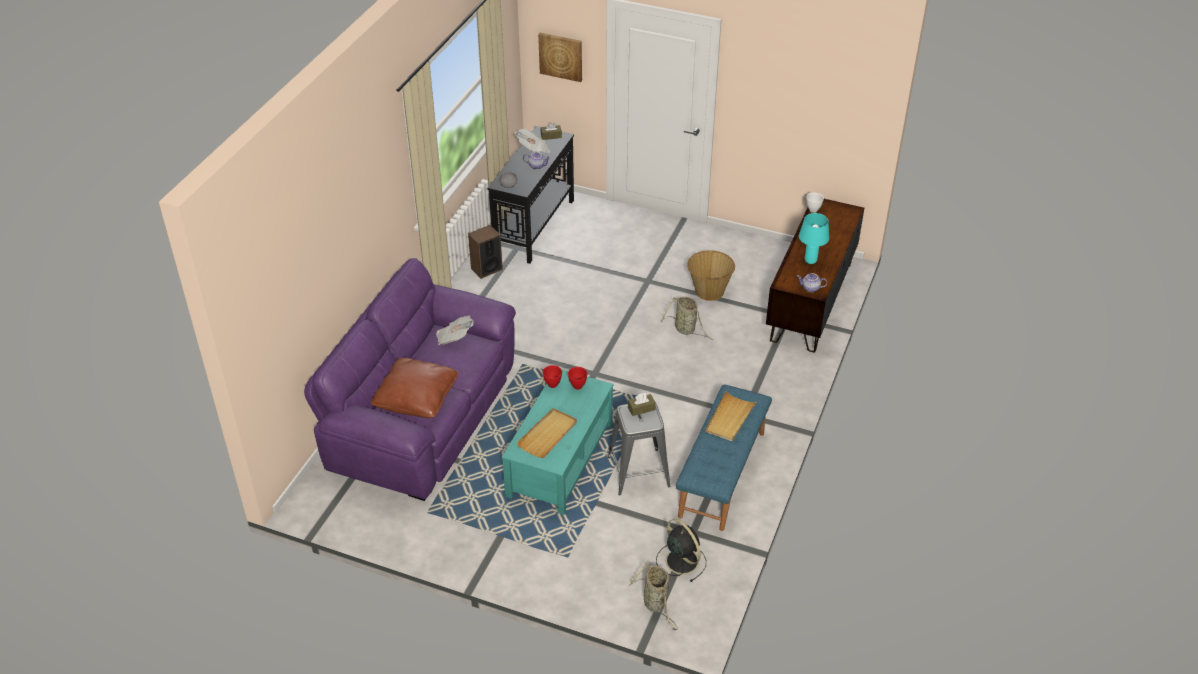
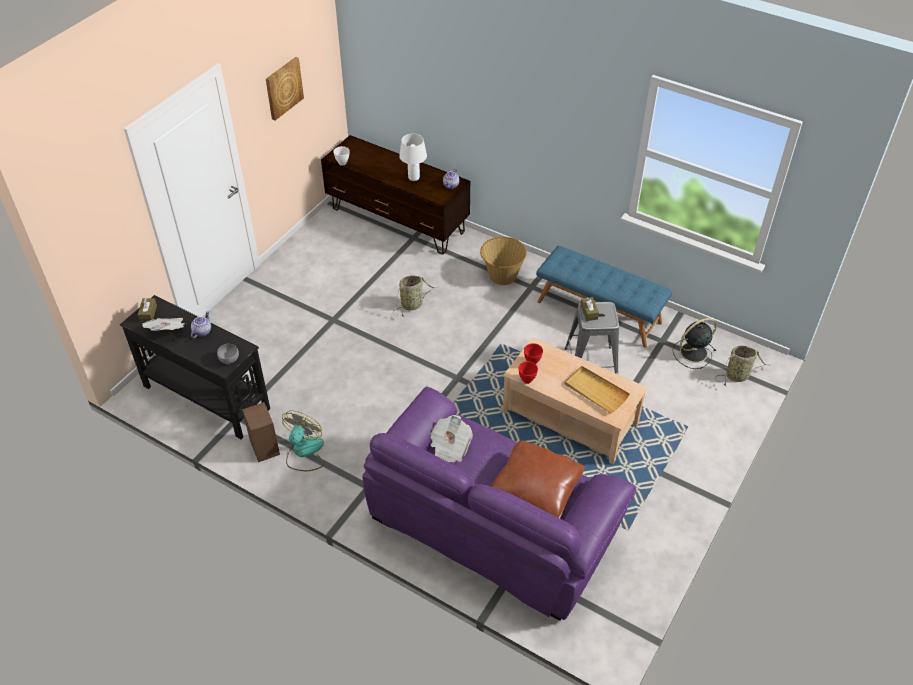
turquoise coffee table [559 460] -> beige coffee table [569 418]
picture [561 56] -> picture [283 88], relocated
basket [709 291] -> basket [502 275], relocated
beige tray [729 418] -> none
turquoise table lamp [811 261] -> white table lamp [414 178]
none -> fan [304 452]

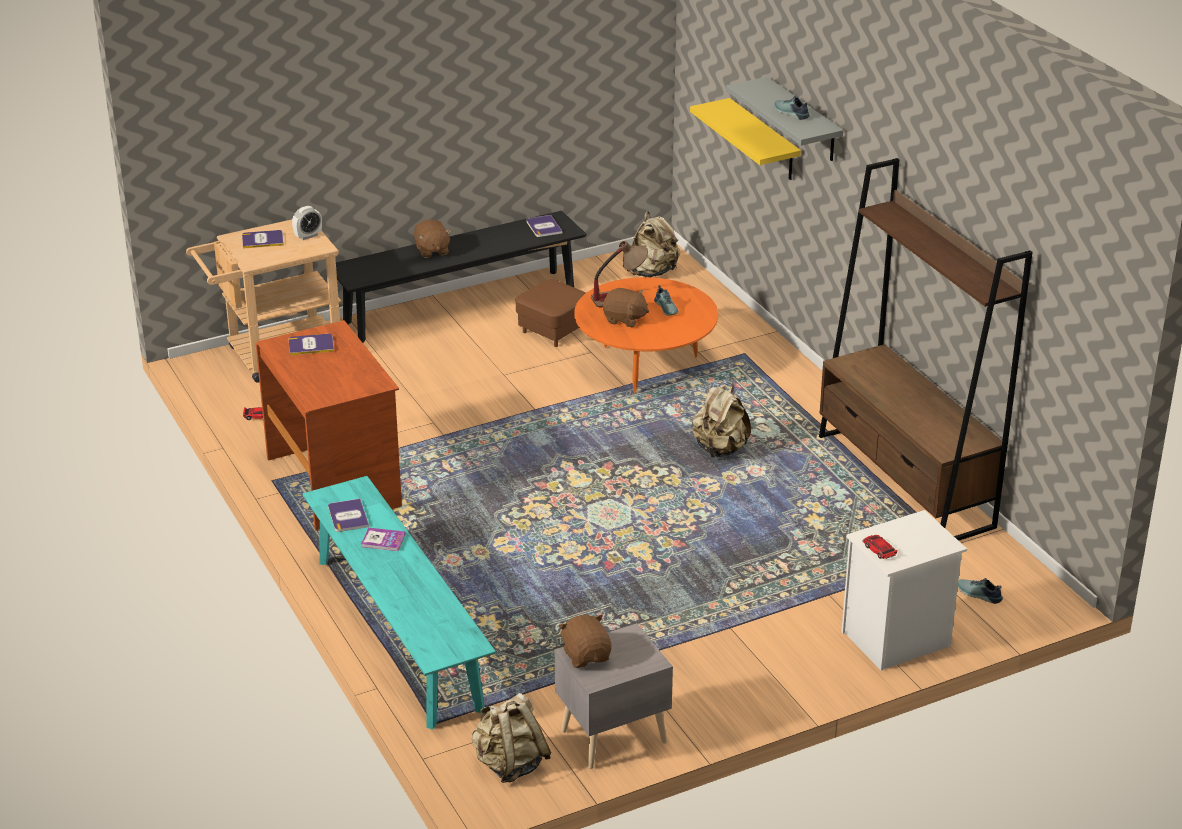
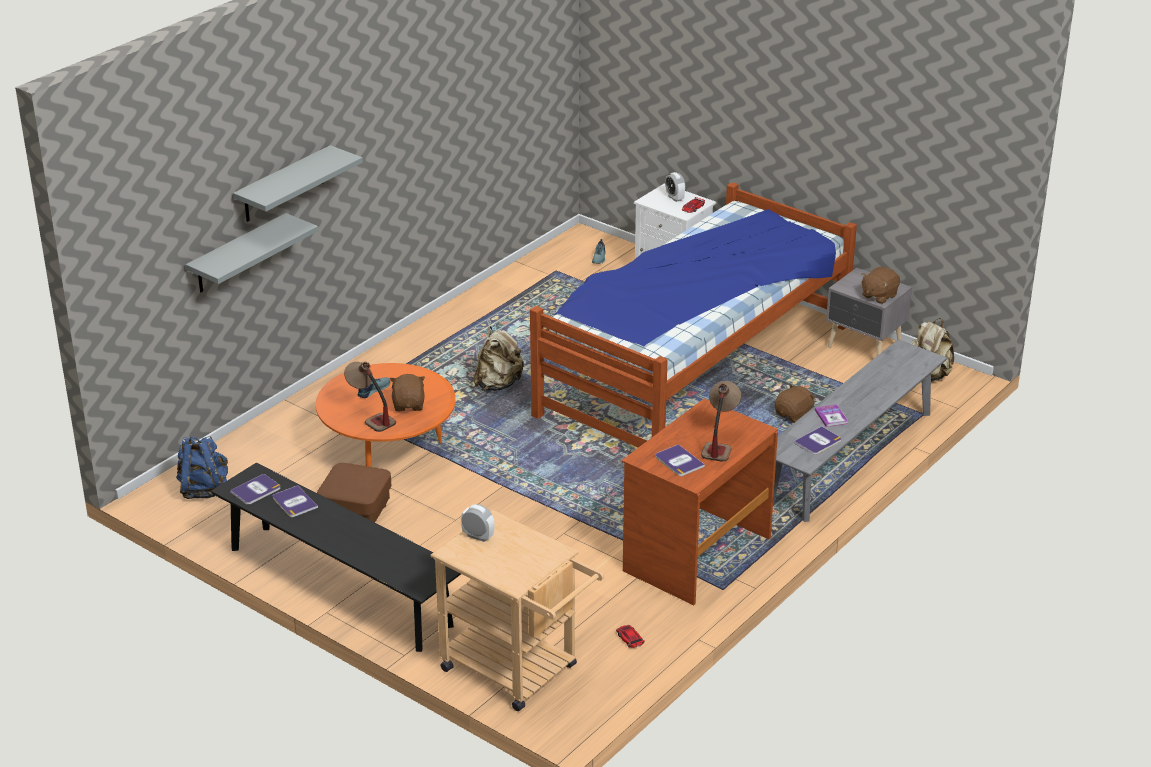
book [262 240] -> book [294 502], relocated
turquoise bench [397 633] -> grey bench [851 458]
brown plush toy [432 251] -> brown plush toy [794 415], relocated
beige backpack [652 272] -> blue backpack [204 490]
yellow shelf [763 140] -> grey shelf [238 254]
shoe [790 113] -> none
brown bookcase [905 481] -> none
none -> bed [693 369]
none -> alarm clock [674 198]
none -> table lamp [719 444]

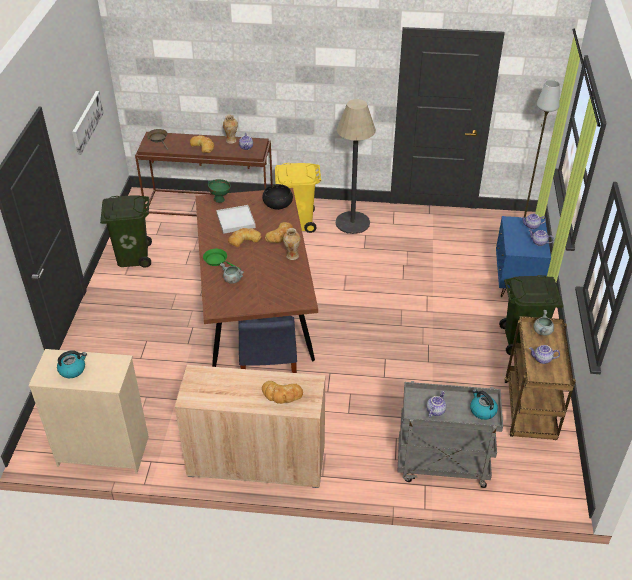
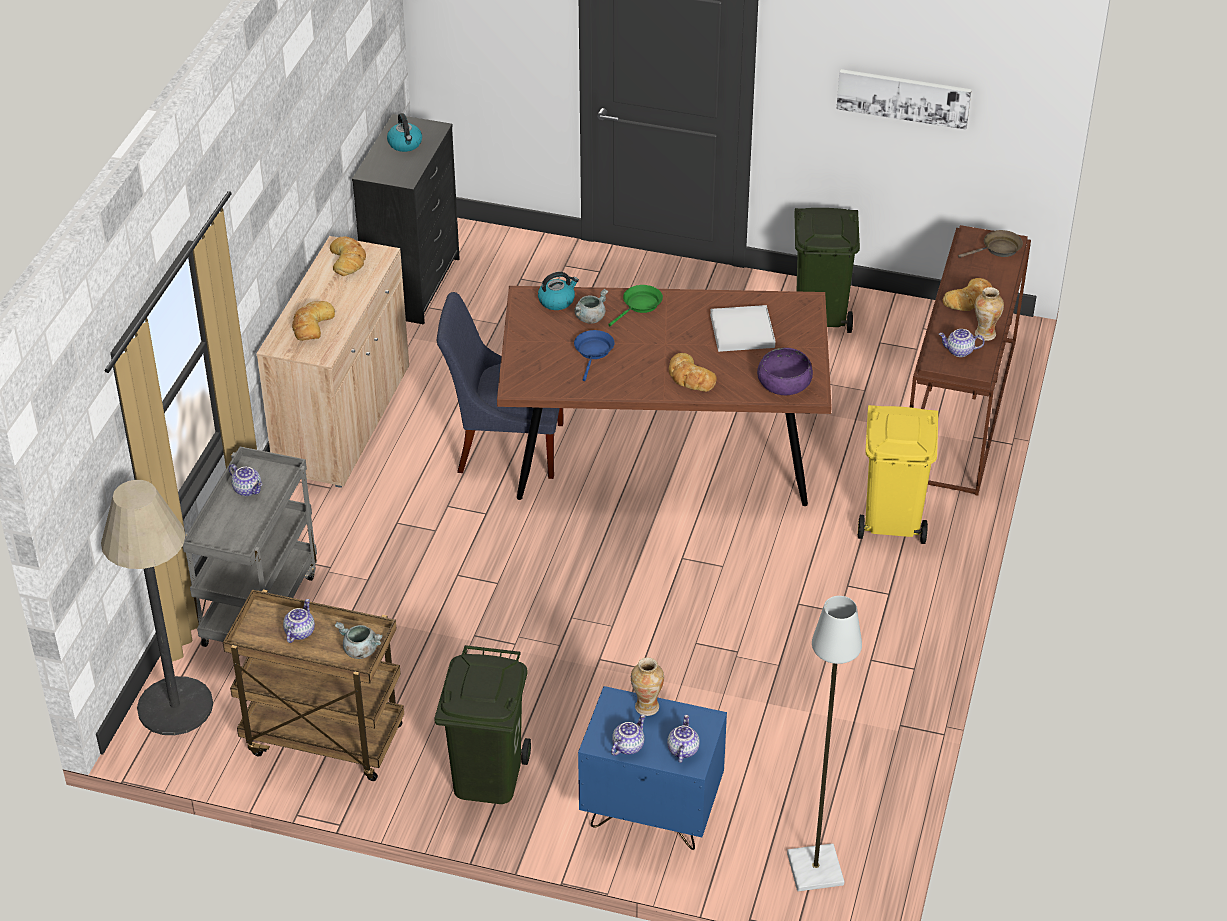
beige dresser [103 450] -> black dresser [413 286]
green bowl [220 199] -> none
bread [244 239] -> bread [348 259], relocated
black bowl [278 203] -> purple bowl [784 383]
vase [292 256] -> vase [647 706], relocated
floor lamp [352 223] -> floor lamp [175 706], relocated
kettle [482 410] -> kettle [557 301], relocated
none -> blue frying pan [593 352]

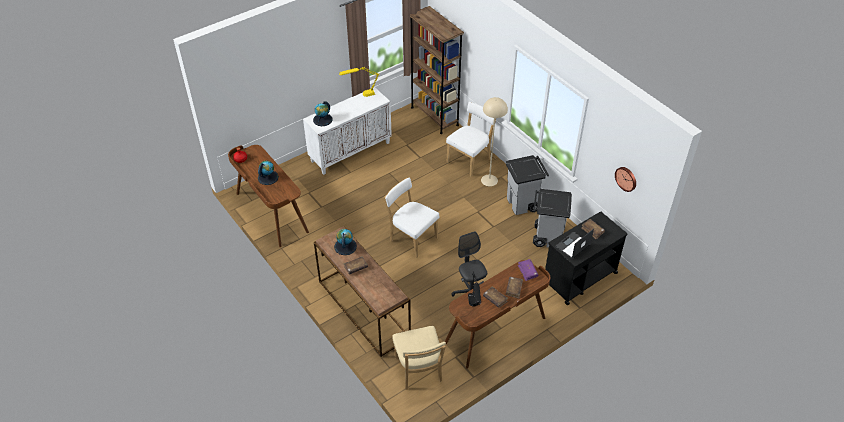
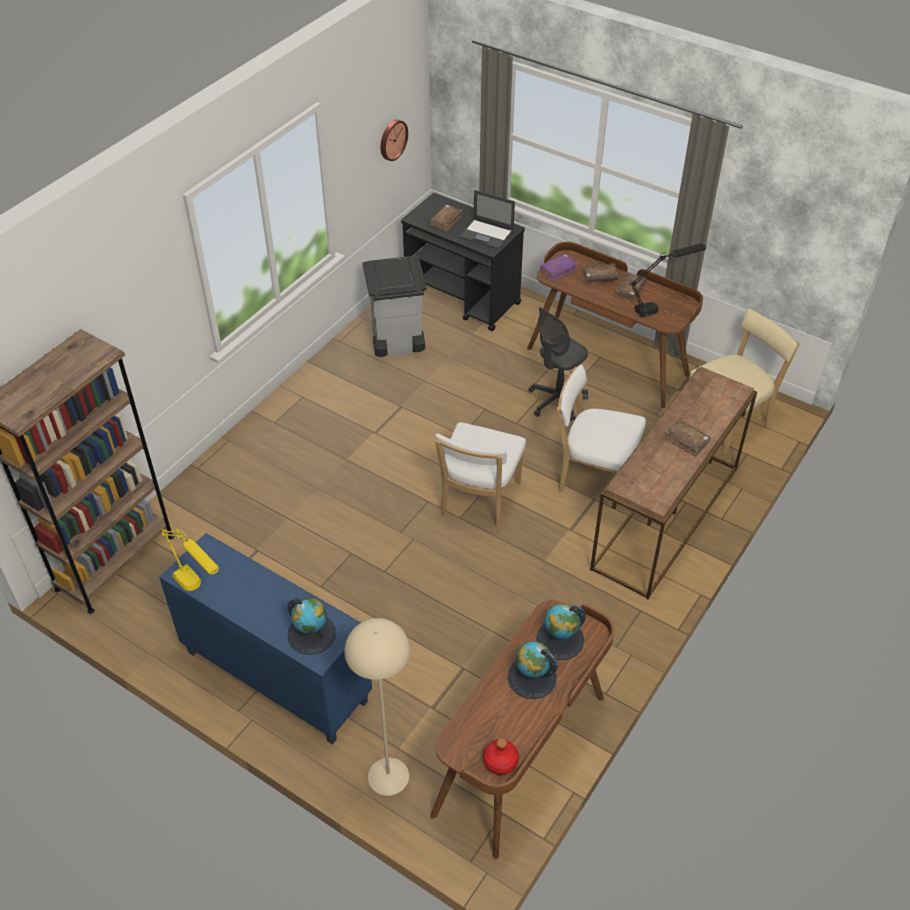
white cabinet [350 151] -> blue cabinet [275 677]
globe [345 246] -> globe [560 639], relocated
white chair [470 160] -> white chair [593 477], relocated
beige floor lamp [489 180] -> beige floor lamp [388 776], relocated
grey trash can [523 204] -> none

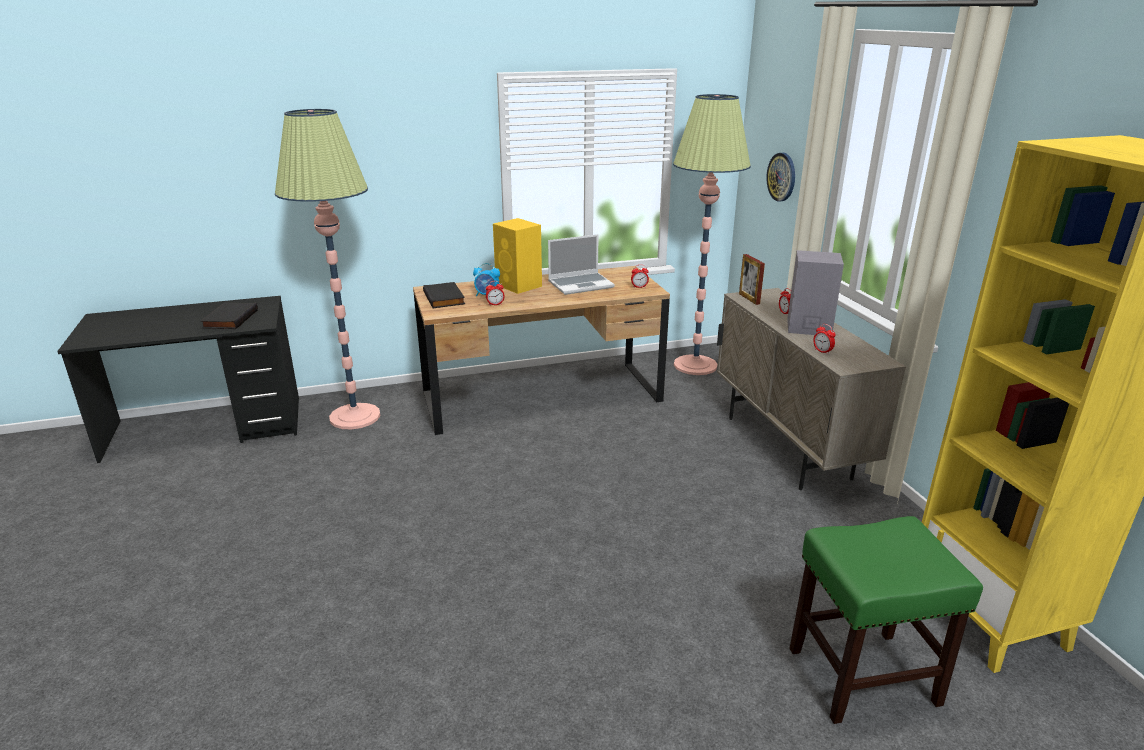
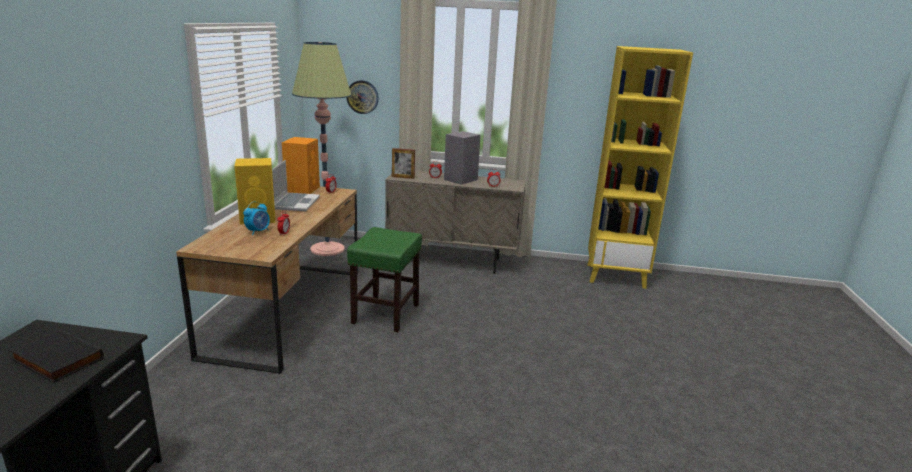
floor lamp [355 417] -> none
black book [445 298] -> none
green stool [861 676] -> green stool [385 314], relocated
none -> orange speaker [303 189]

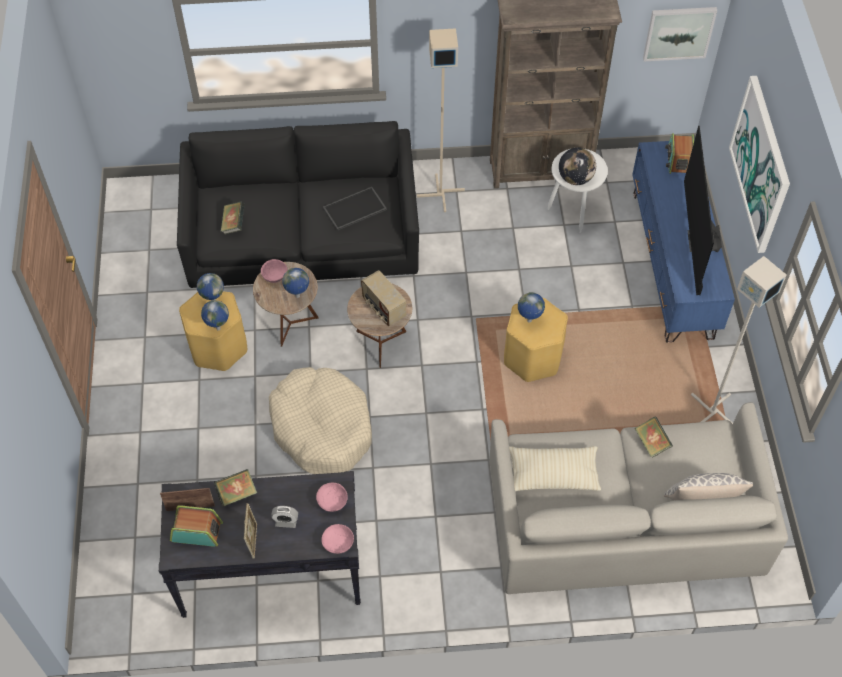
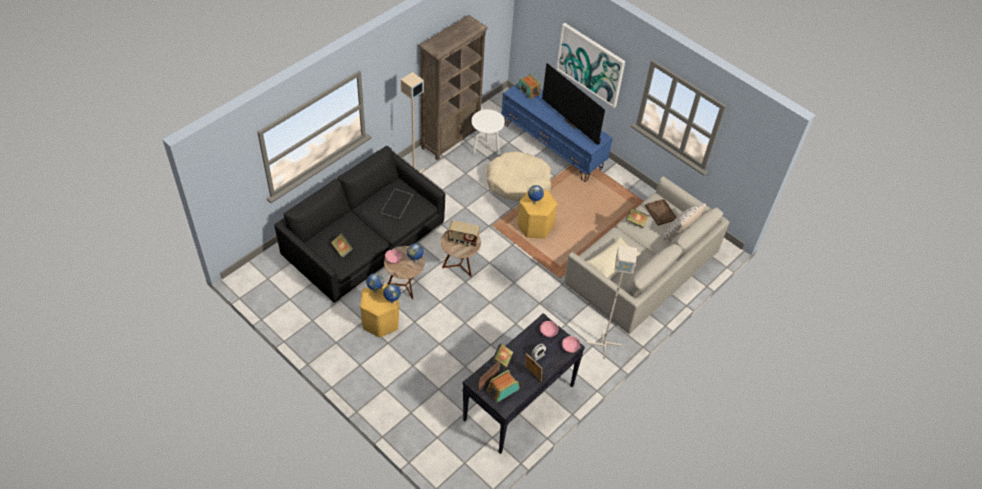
beige dog bed [322 428] -> beige dog bed [518 183], relocated
globe [575 178] -> none
picture [678 33] -> none
grey floor lamp [712 410] -> grey floor lamp [603 344], relocated
none -> brown tray [660 213]

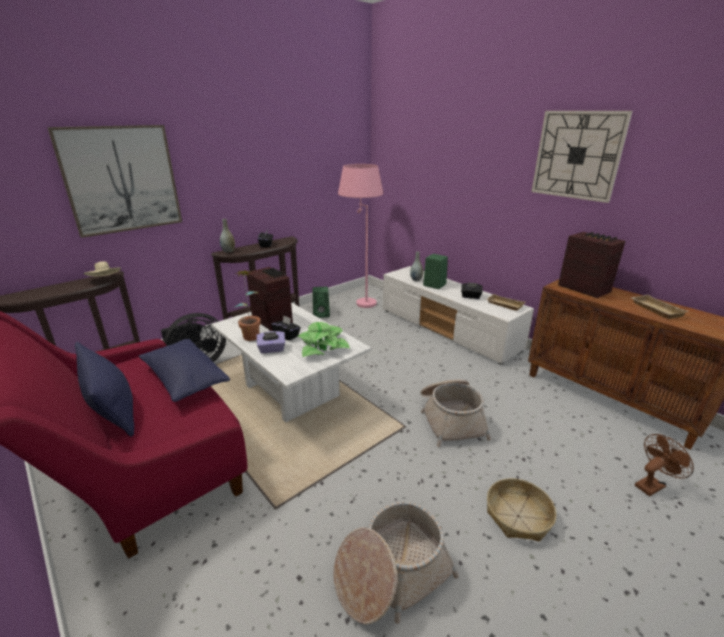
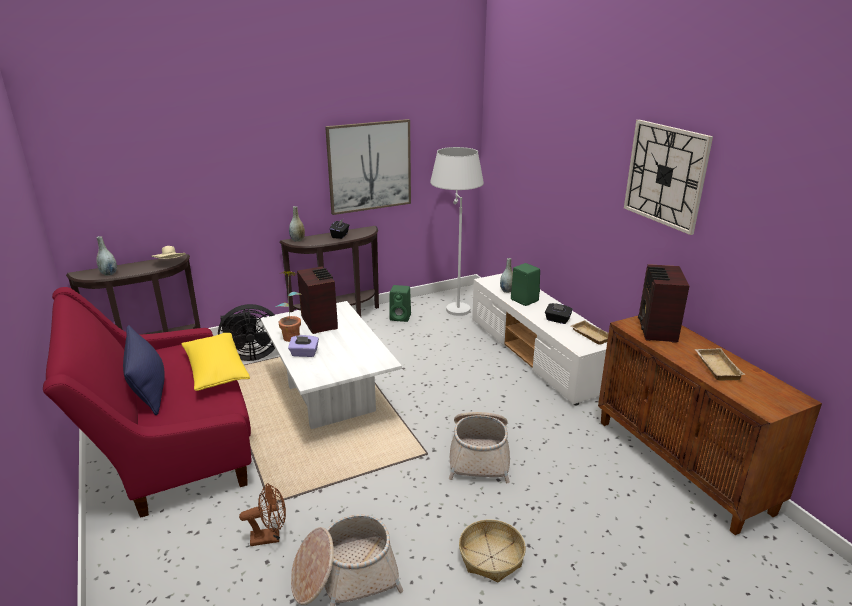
picture [122 179] -> picture [369 166], relocated
blue pillow [185 380] -> yellow pillow [216 372]
black tissue box [286 335] -> none
potted plant [323 347] -> none
pink floor lamp [360 299] -> white floor lamp [454 304]
radio [583 288] -> radio [656 330], 150 degrees counterclockwise
brown fan [652 484] -> brown fan [270 537], relocated
none -> grey vase [109 274]

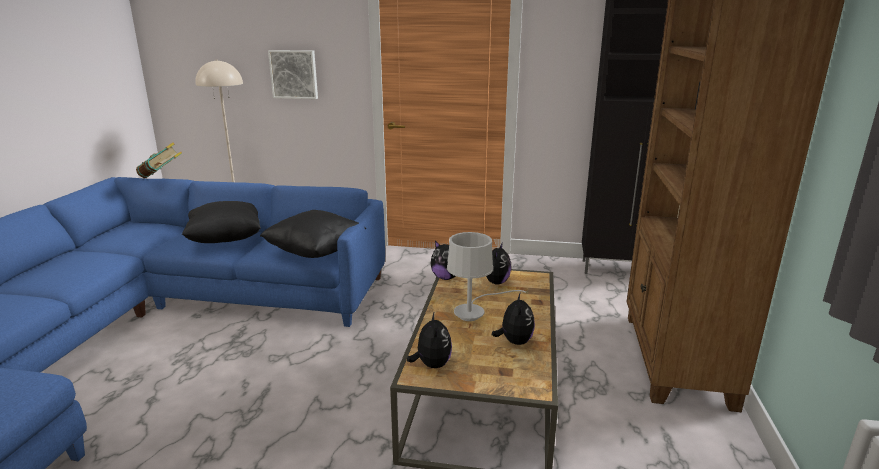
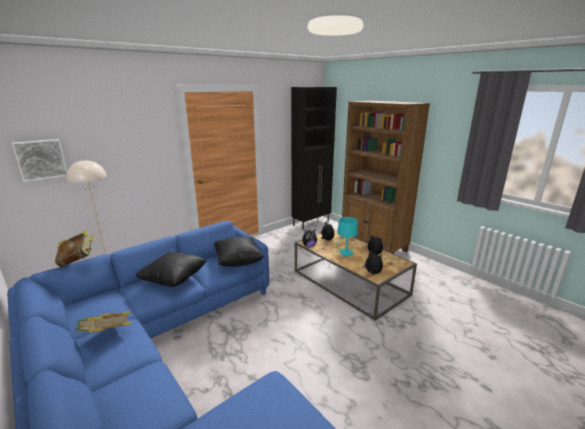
picture [294 74] -> picture [41 159], relocated
white table lamp [474 312] -> turquoise table lamp [344 252]
none -> book [107 335]

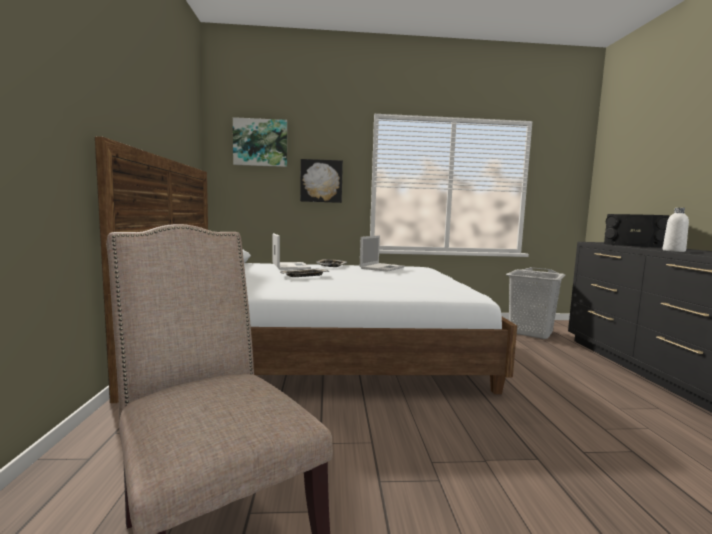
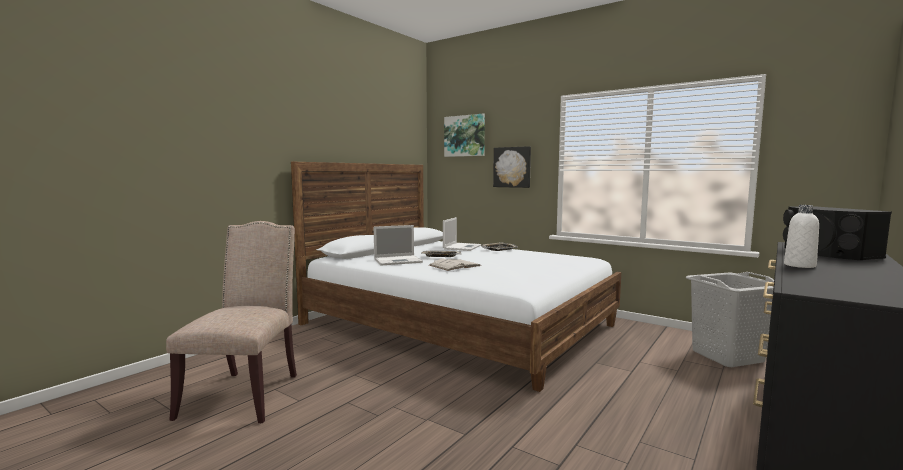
laptop [382 267] -> laptop [399 260], relocated
none -> white book [454 265]

